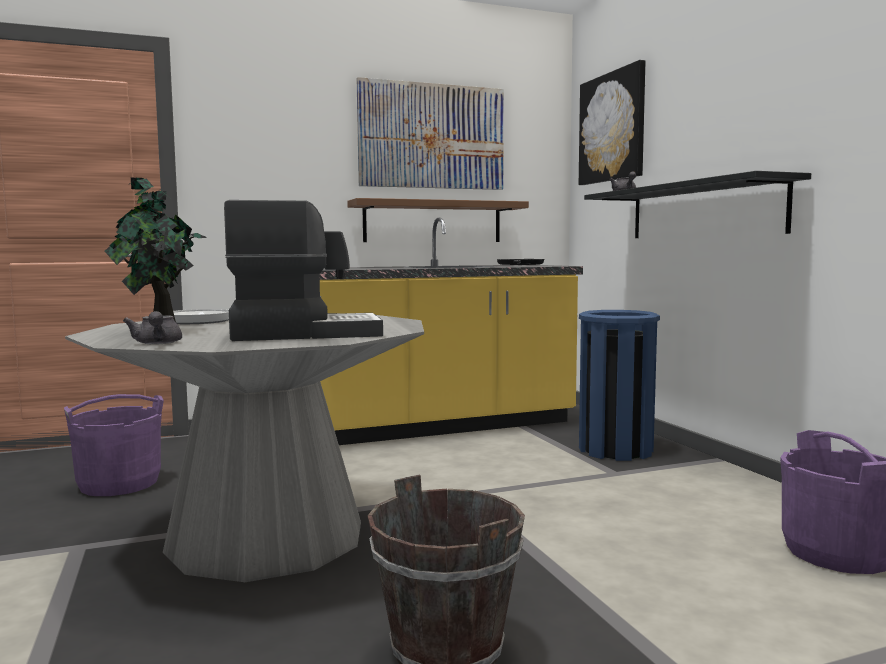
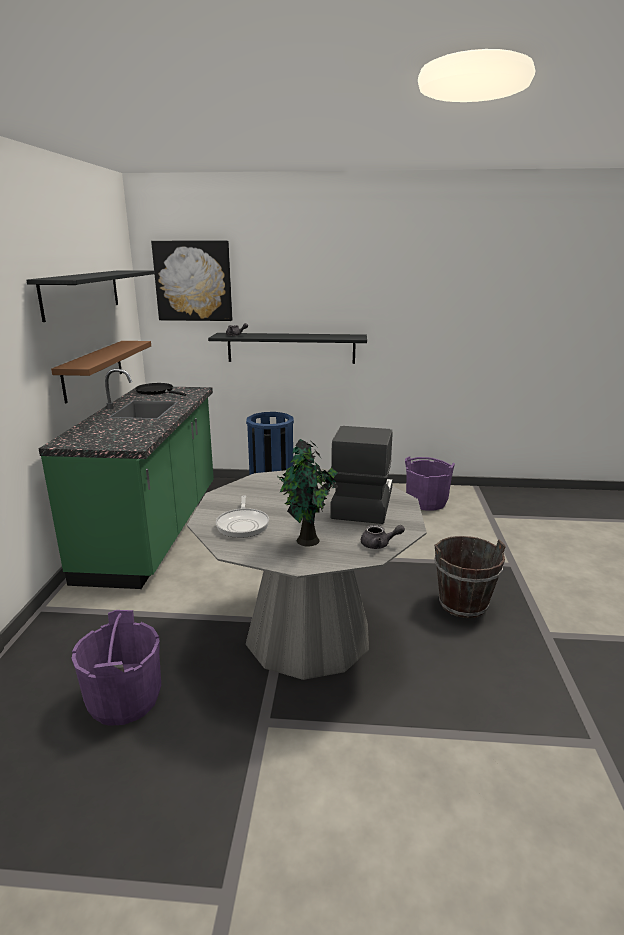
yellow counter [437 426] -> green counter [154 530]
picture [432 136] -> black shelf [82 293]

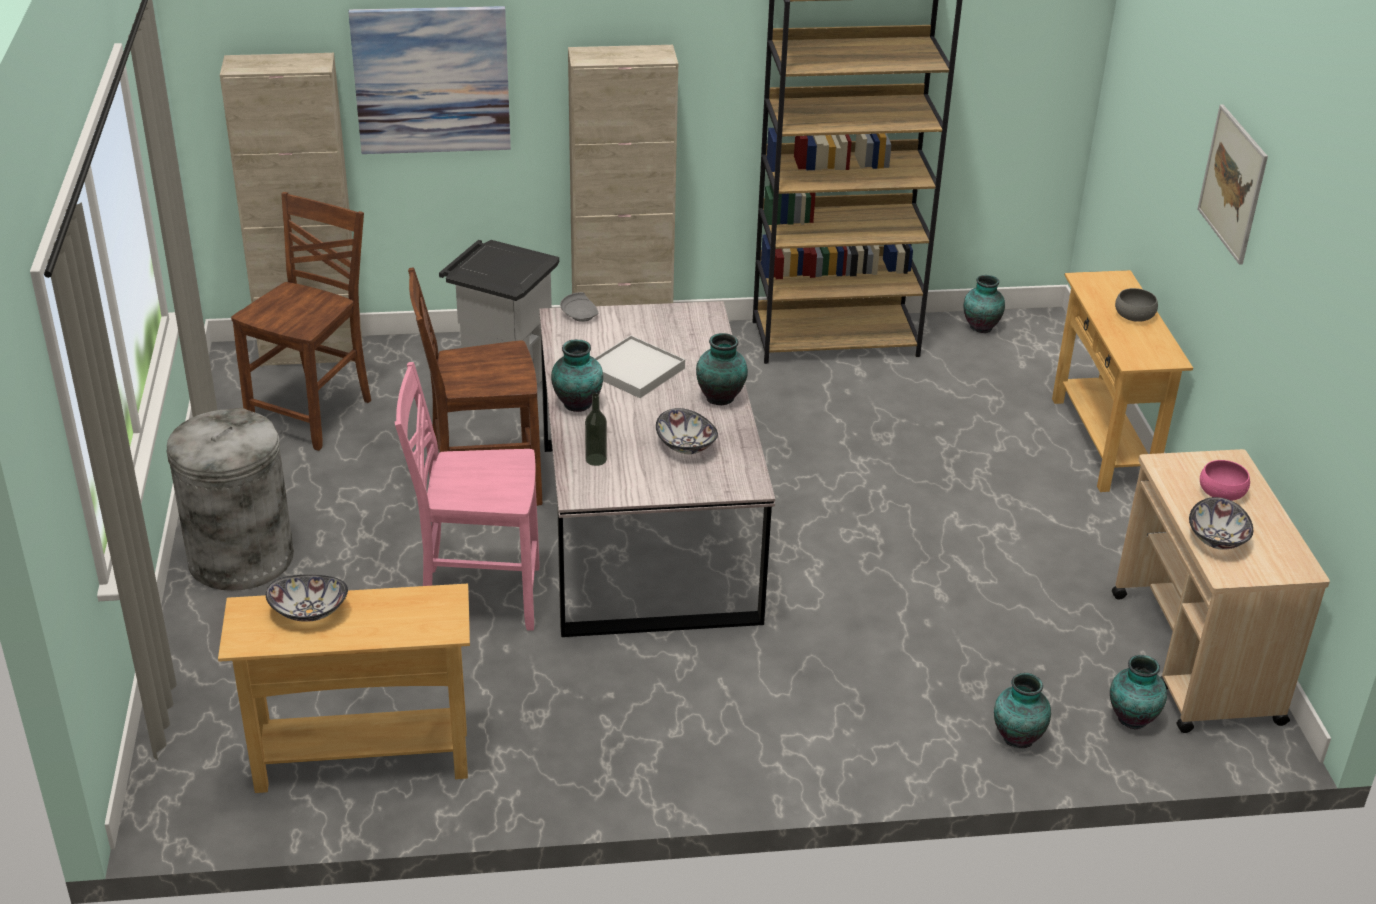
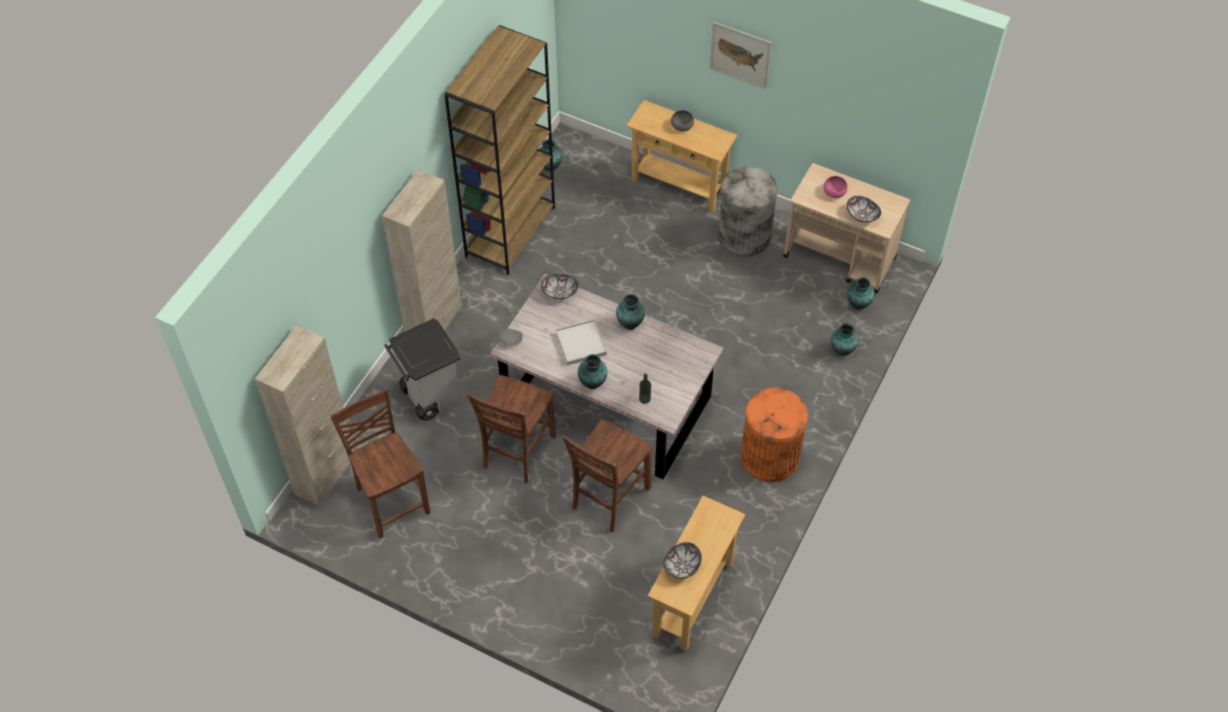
grey trash can [241 557] -> grey trash can [743 235], relocated
picture [431 80] -> none
pink chair [478 596] -> brown chair [608 498]
bowl [687 446] -> bowl [559 291], relocated
none -> orange trash can [769 457]

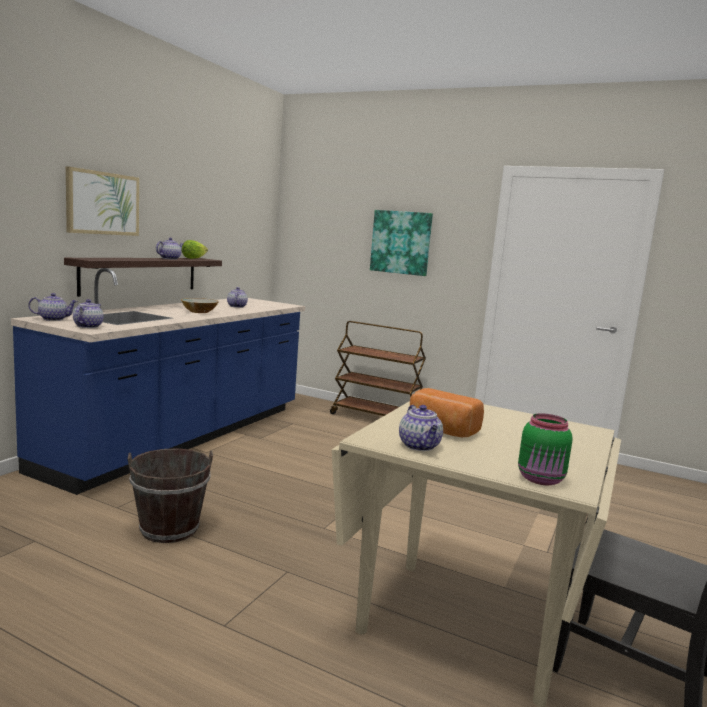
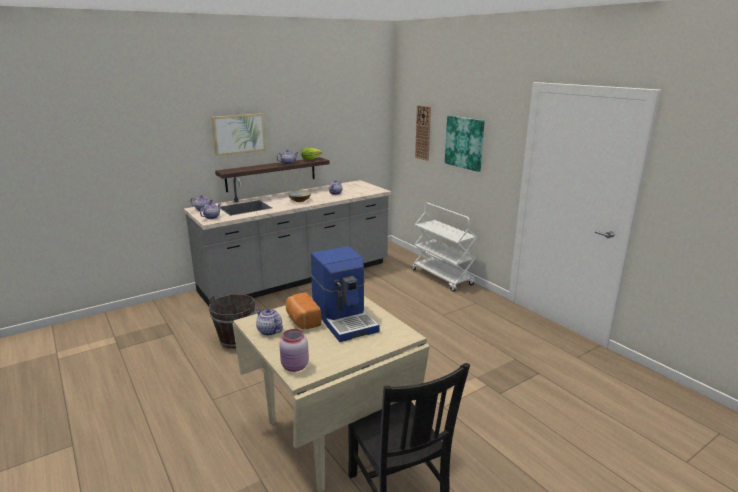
blue counter [183 437] -> grey counter [297 278]
brown cart [375 418] -> white cart [442 277]
teapot [420 446] -> teapot [269 331], 120 degrees clockwise
green jar [541 480] -> pink jar [295 367]
none -> coffee machine [345 319]
none -> wall clock [423 132]

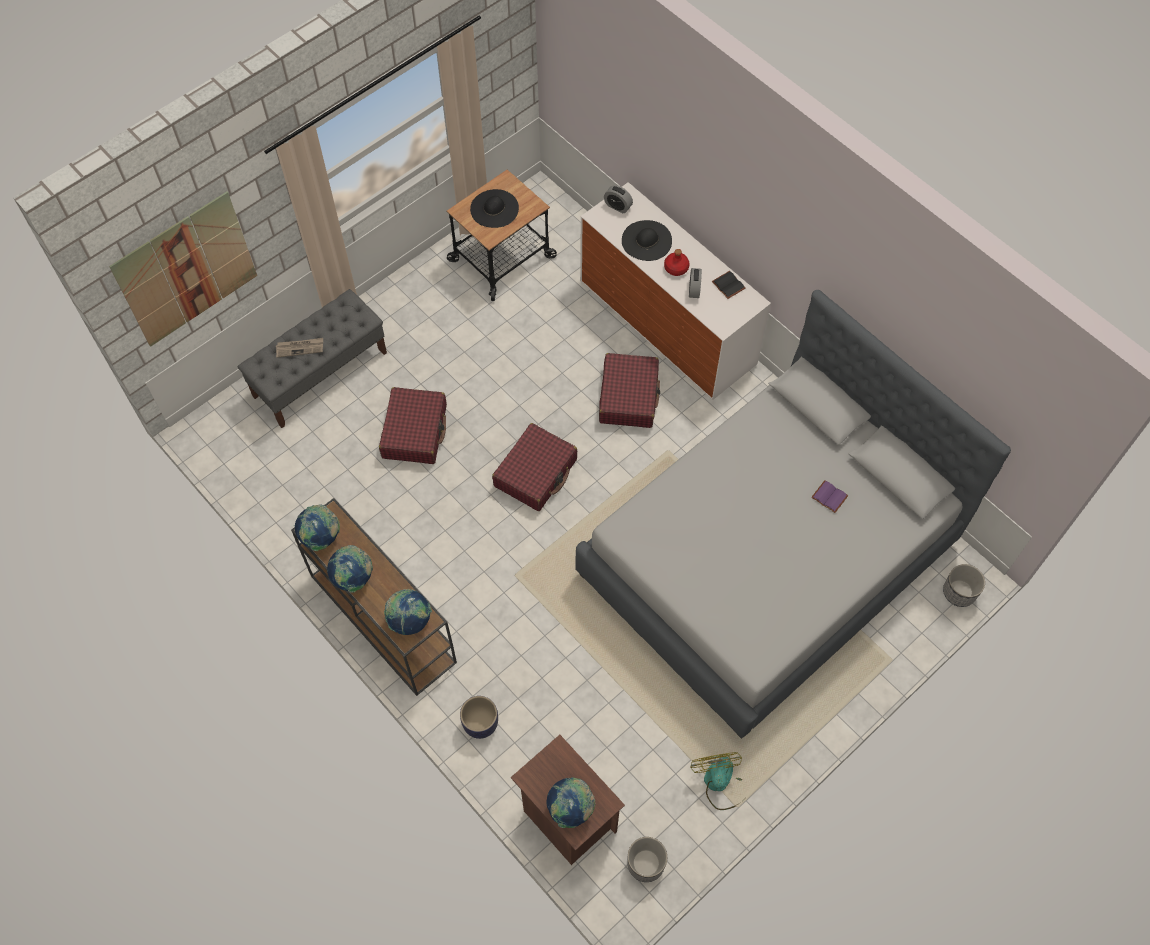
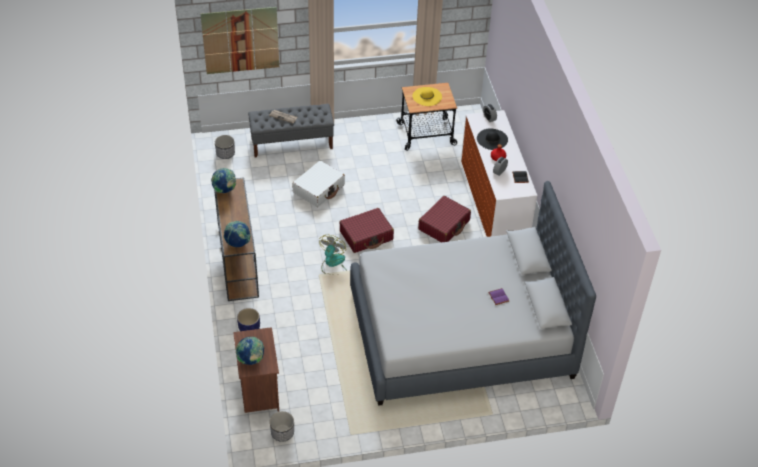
globe [353 578] -> none
red suitcase [415 431] -> white suitcase [319 189]
black hat [494 209] -> yellow hat [427 96]
fan [721 783] -> fan [332 263], relocated
planter [959 592] -> planter [225 153], relocated

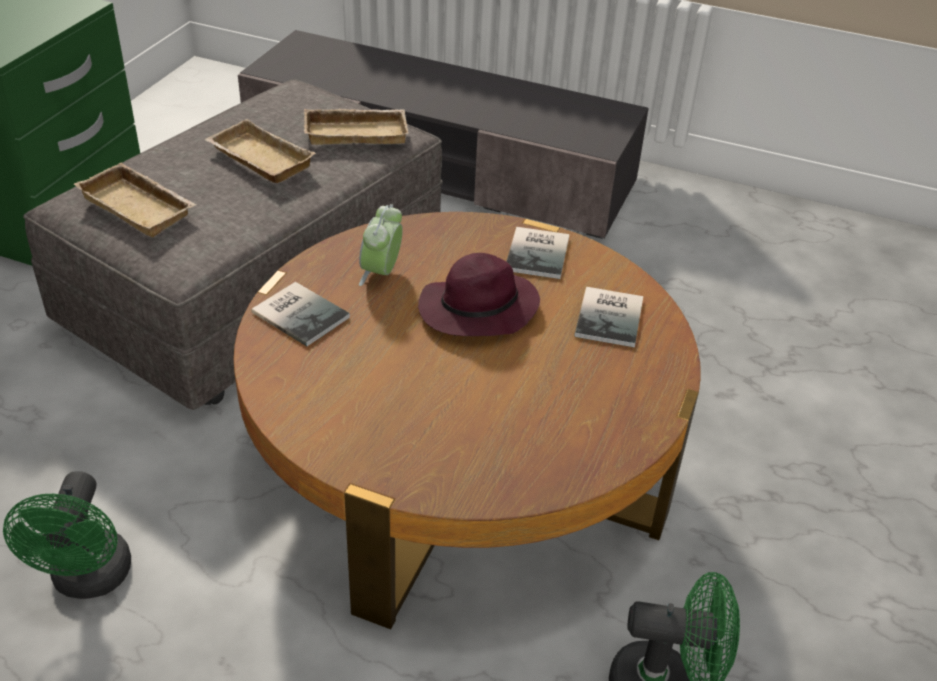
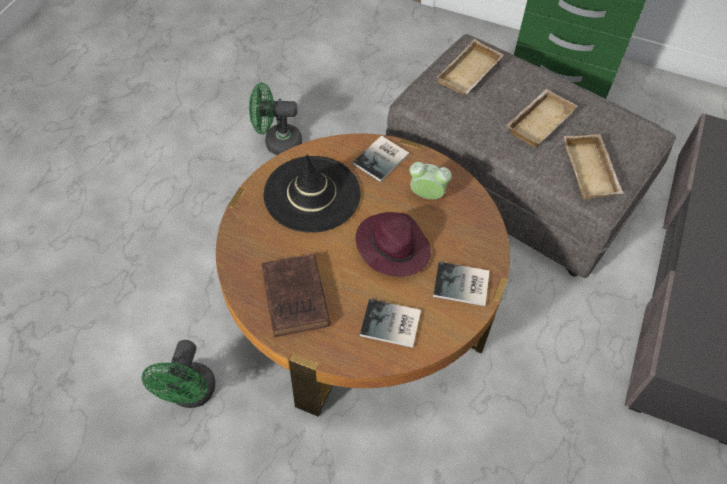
none -> brown book [295 299]
none -> black hat [312 194]

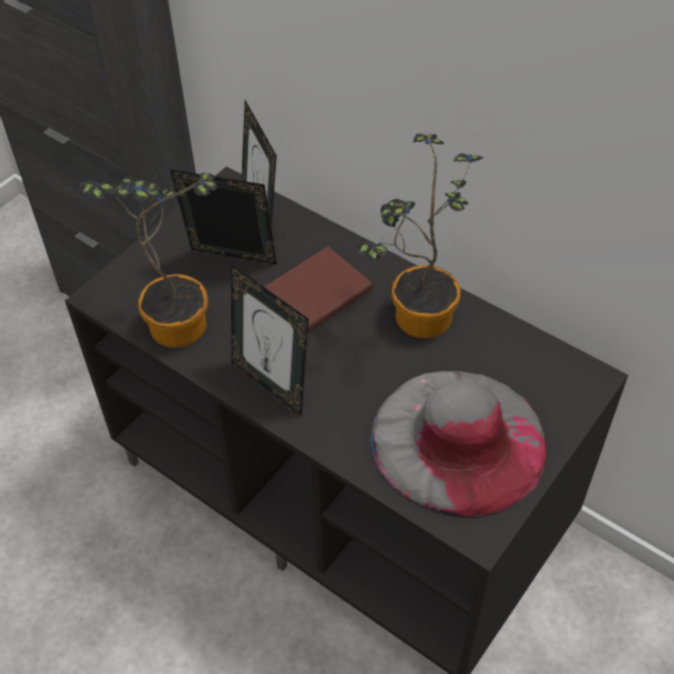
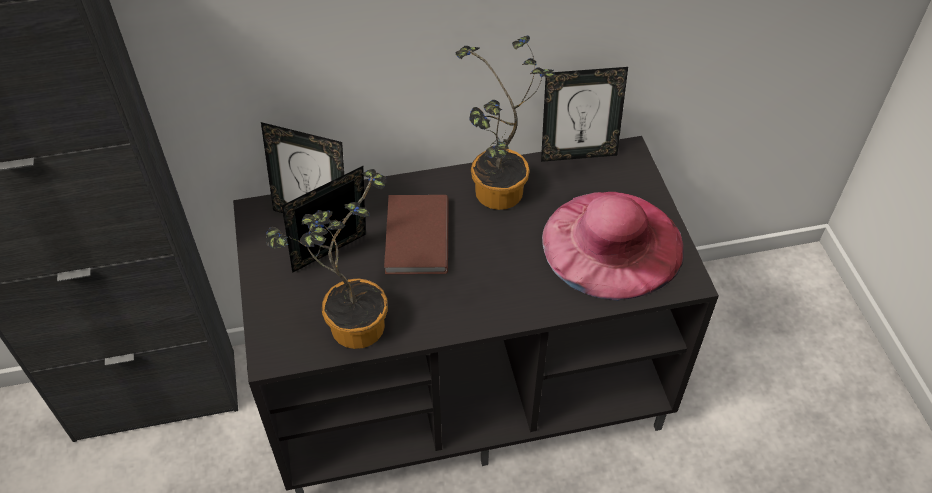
picture frame [271 383] -> picture frame [578 153], relocated
grey hat [458 440] -> pink hat [612 243]

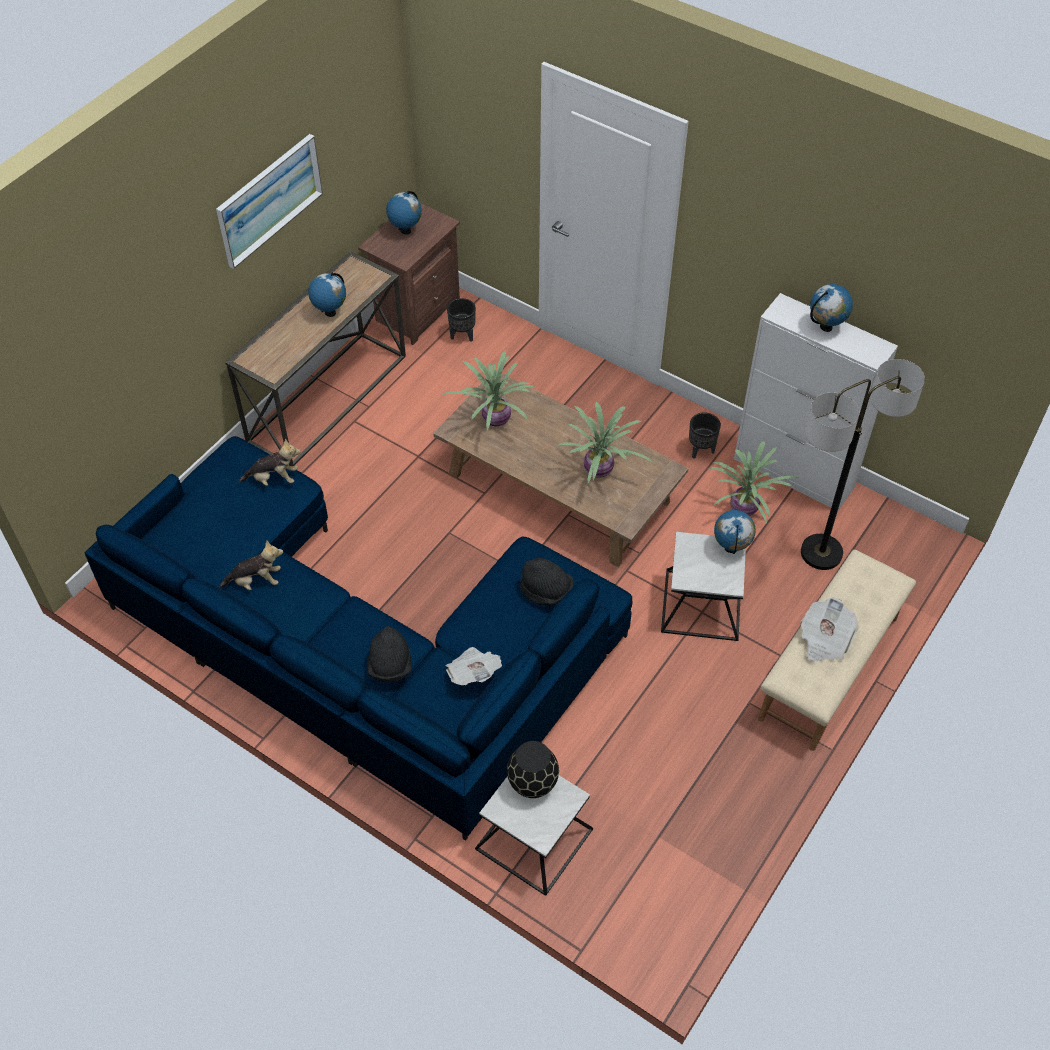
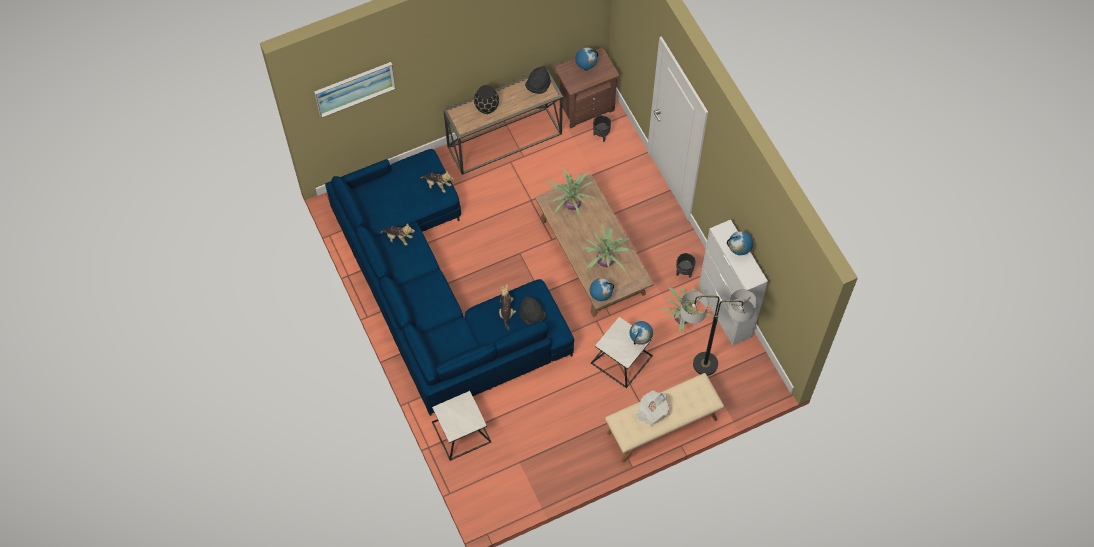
picture [269 199] -> picture [355 88], relocated
globe [330 312] -> globe [600 297], relocated
black hat [390 666] -> black hat [538 86], relocated
newspaper [473 673] -> none
black vase [533 783] -> black vase [487 107], relocated
none -> plush toy [506 311]

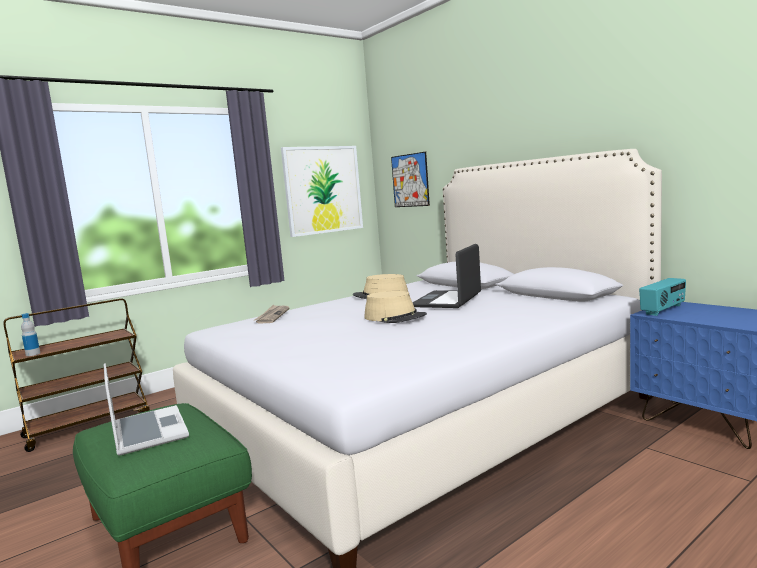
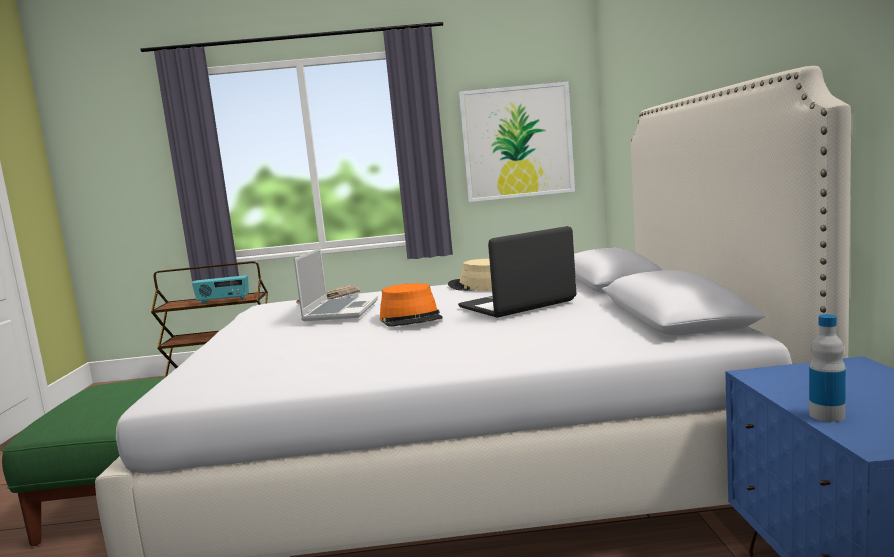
bottle [33 354] -> bottle [826 415], relocated
laptop [147 431] -> laptop [340 311], relocated
beige hat [395 317] -> orange hat [411 318]
picture [410 180] -> none
radio [663 310] -> radio [223 301], relocated

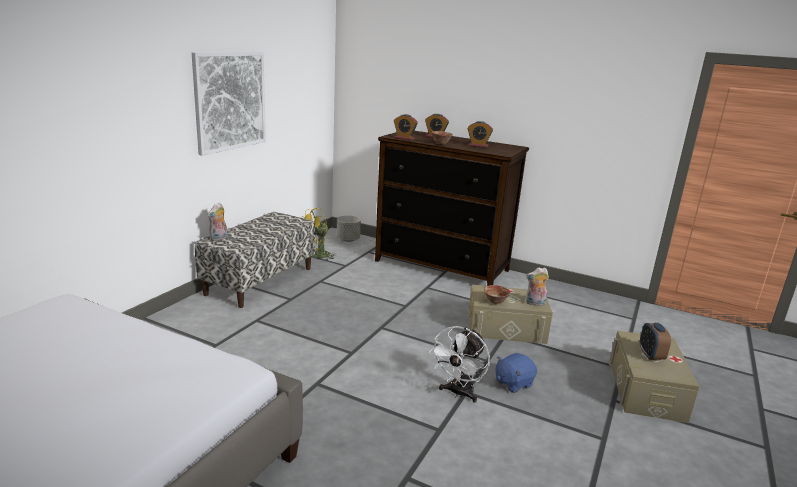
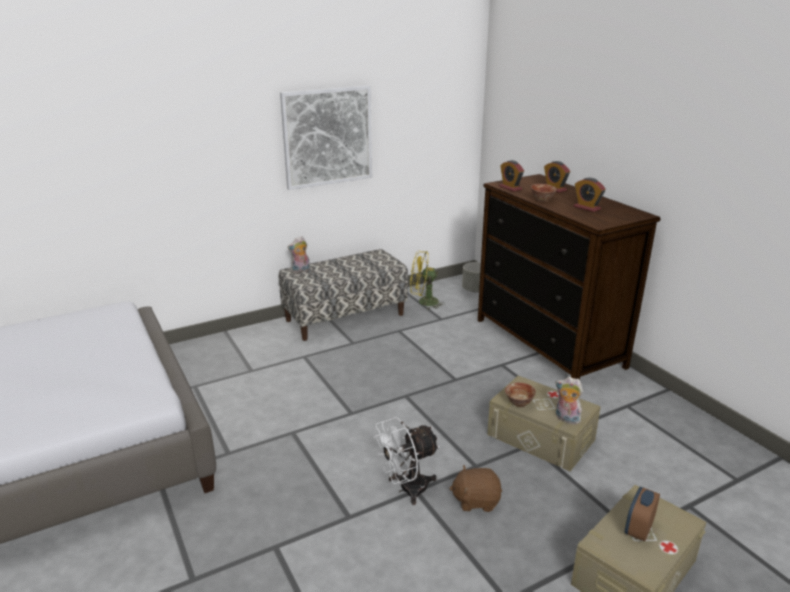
blue plush toy [513 383] -> brown plush toy [476 500]

